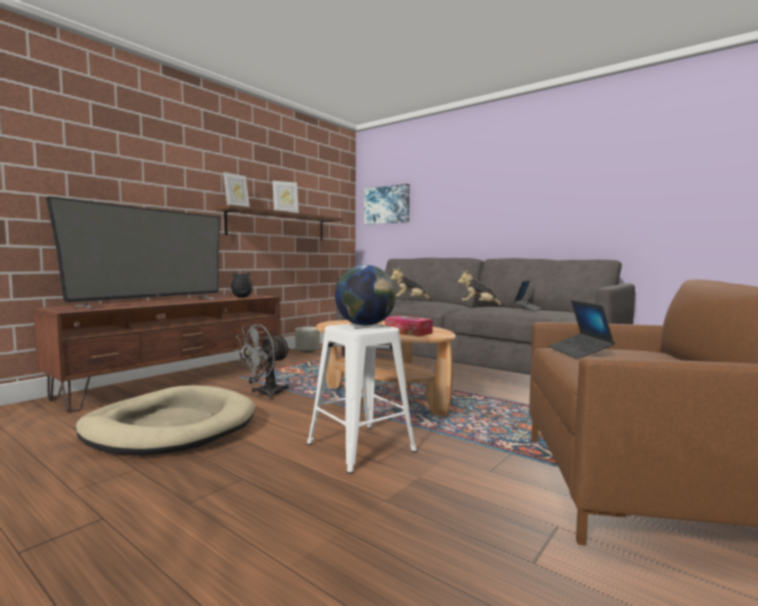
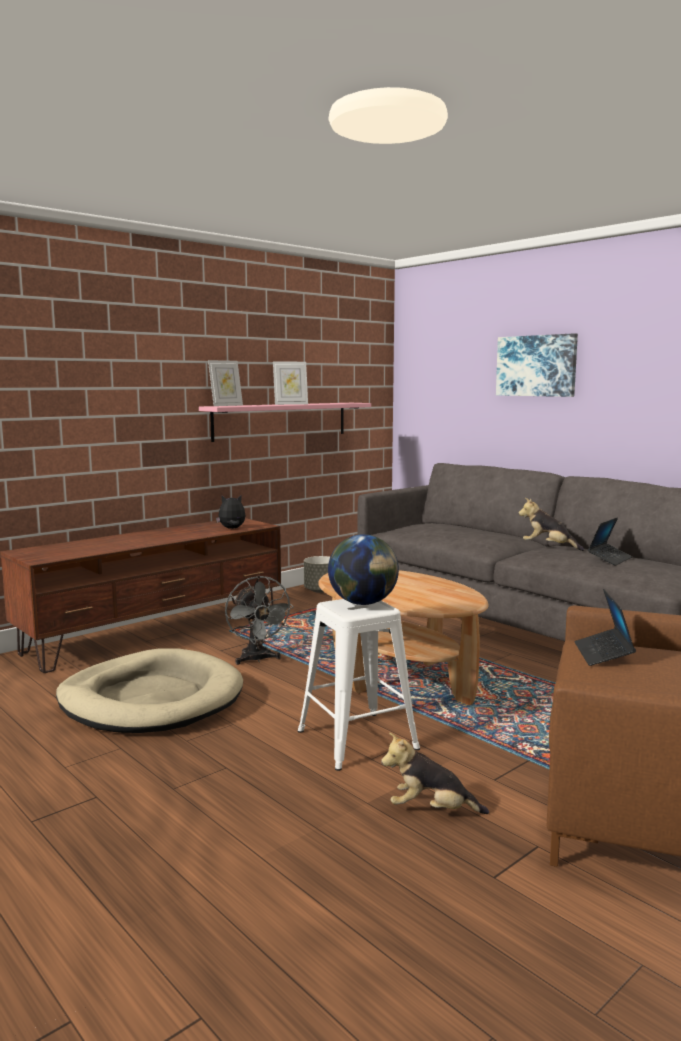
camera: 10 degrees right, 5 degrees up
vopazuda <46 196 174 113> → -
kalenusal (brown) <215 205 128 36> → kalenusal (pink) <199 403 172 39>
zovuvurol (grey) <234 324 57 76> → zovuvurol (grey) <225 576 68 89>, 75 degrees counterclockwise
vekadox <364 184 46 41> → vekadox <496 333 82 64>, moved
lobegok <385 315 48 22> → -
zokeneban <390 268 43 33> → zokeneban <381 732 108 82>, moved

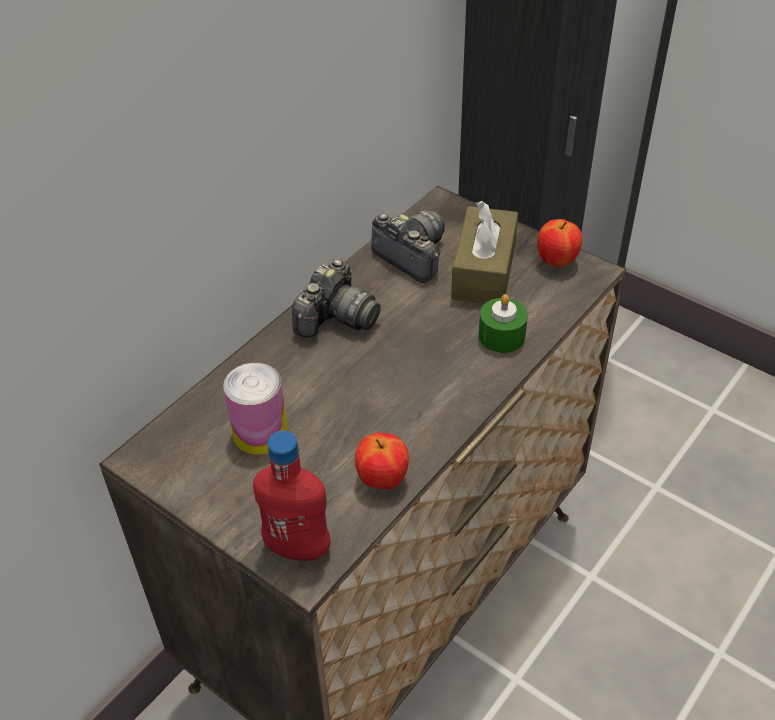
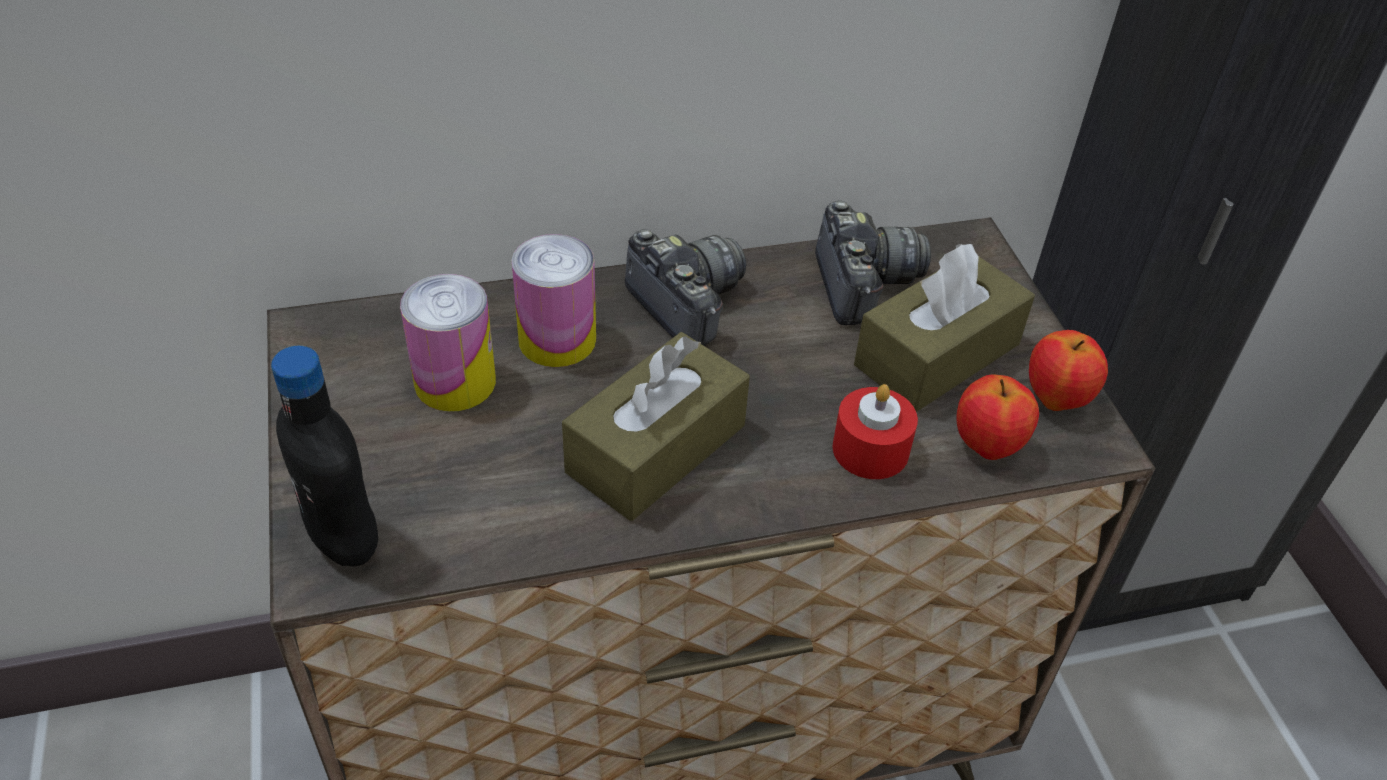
camera: 35 degrees right, 0 degrees up
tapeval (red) <253 431 77 130> → tapeval (black) <271 346 107 220>
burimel <292 259 89 78> → burimel <625 229 121 117>, 105 degrees counterclockwise
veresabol <355 433 54 56> → veresabol <957 375 82 85>, moved
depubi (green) <479 294 49 59> → depubi (red) <832 384 86 95>
- → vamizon <512 234 84 133>
- → lobegok (brown) <562 332 188 189>

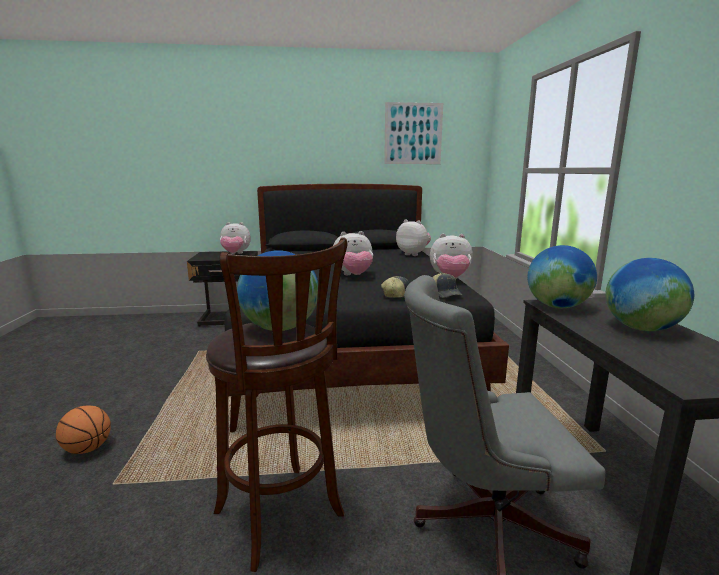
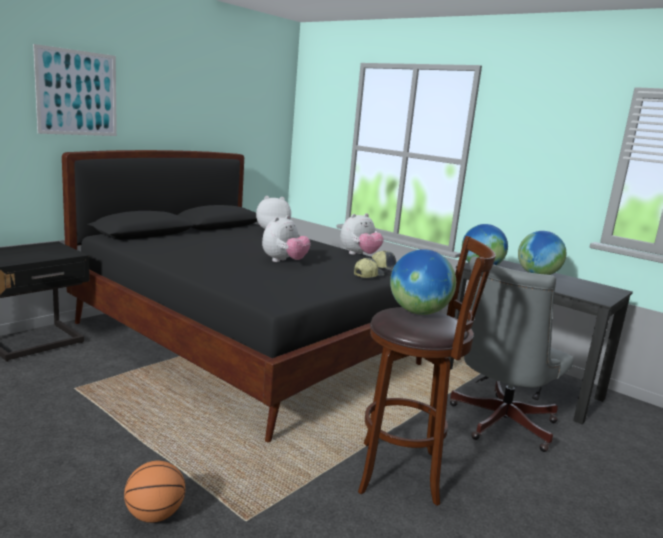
camera: 45 degrees left, 0 degrees up
zokeneban <220 222 31 32> → -
vekadox <384 102 59 62> → vekadox <33 44 84 92>, moved

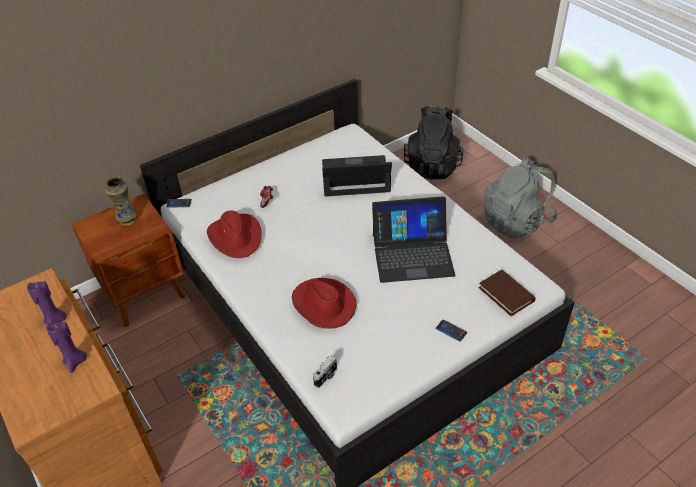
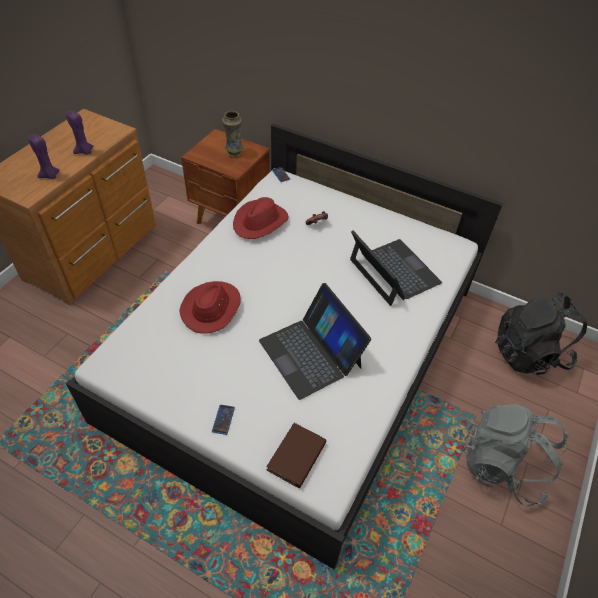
camera: 60 degrees right, 5 degrees up
burimel <313 355 24 33> → -

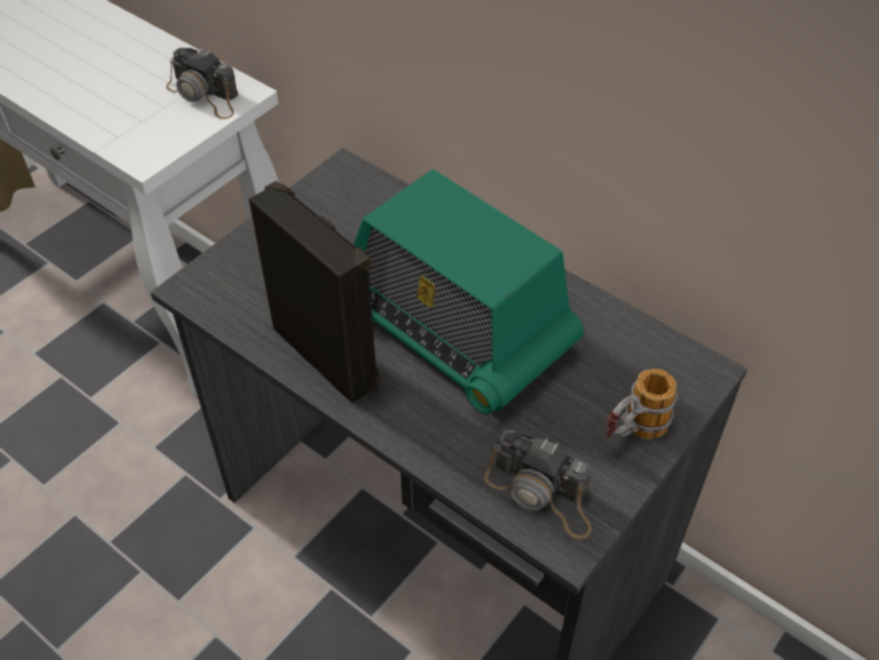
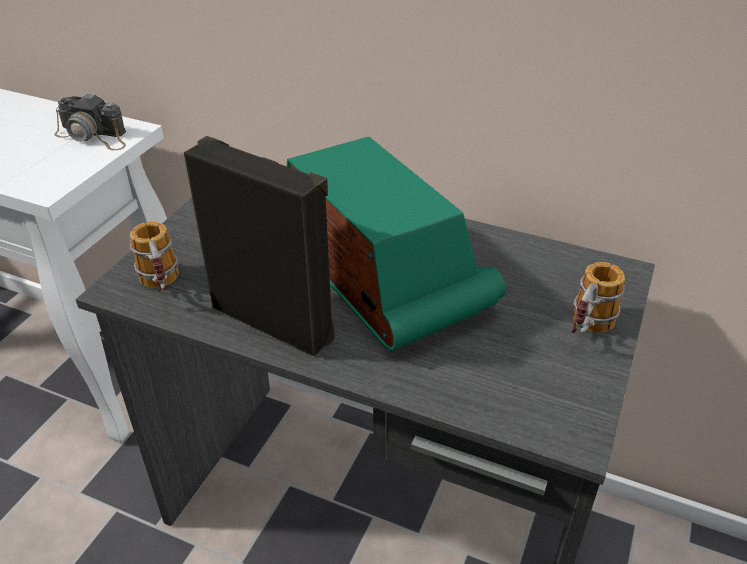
camera: 15 degrees left, 10 degrees down
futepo <353 169 231 246> → futepo <287 137 219 215>, 150 degrees counterclockwise
burimel <484 430 108 109> → -
- → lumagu <130 221 49 71>

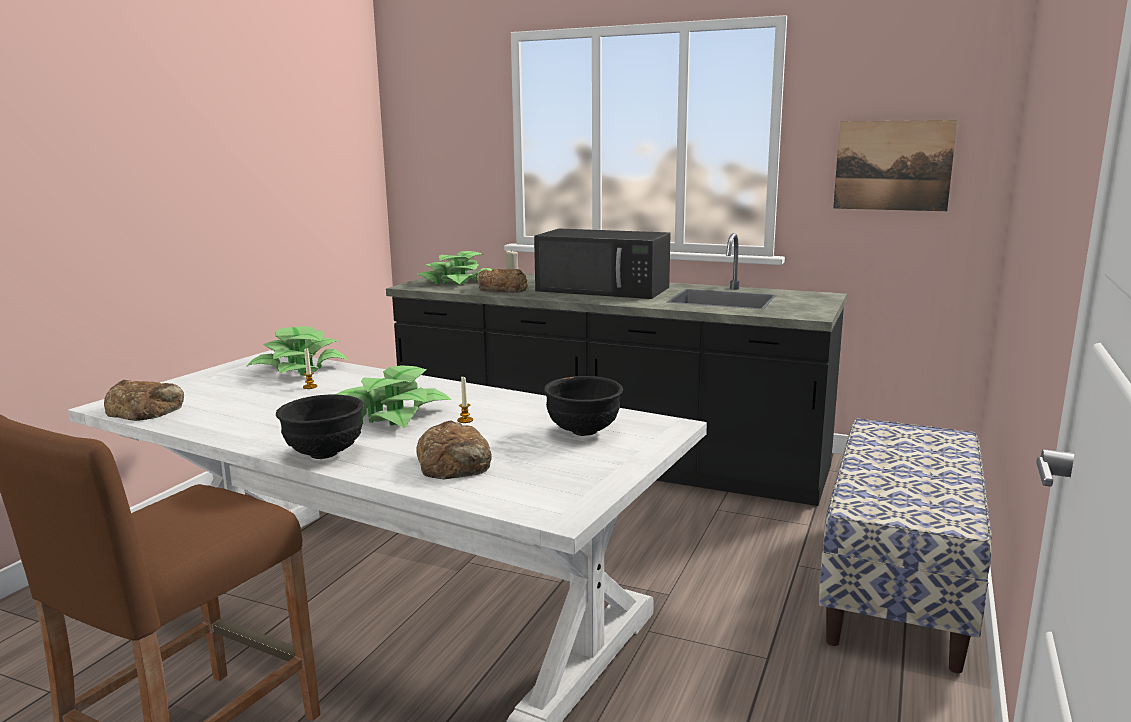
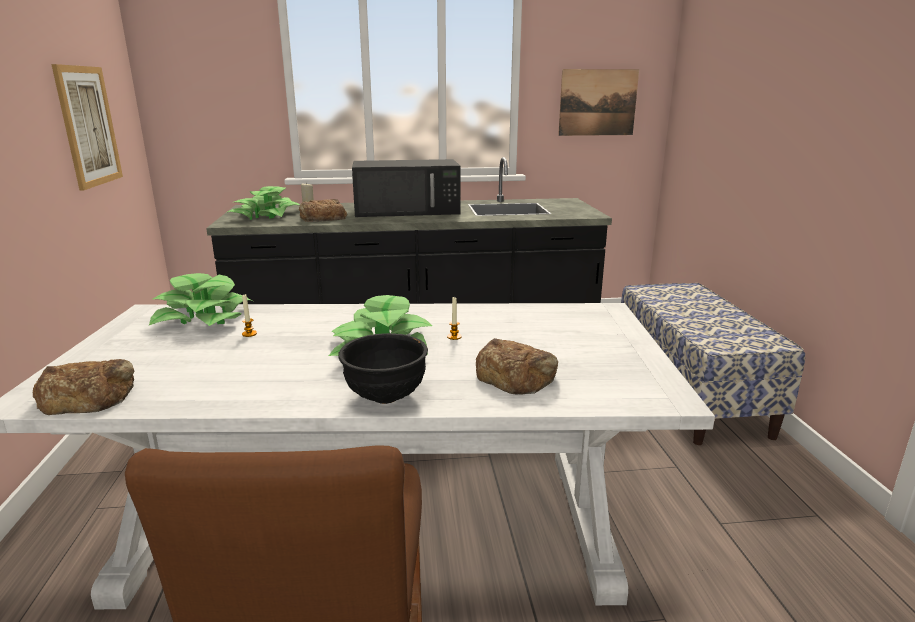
camera: 30 degrees left, 5 degrees up
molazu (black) <544 376 79 60> → -
- → vekadox <51 64 72 127>

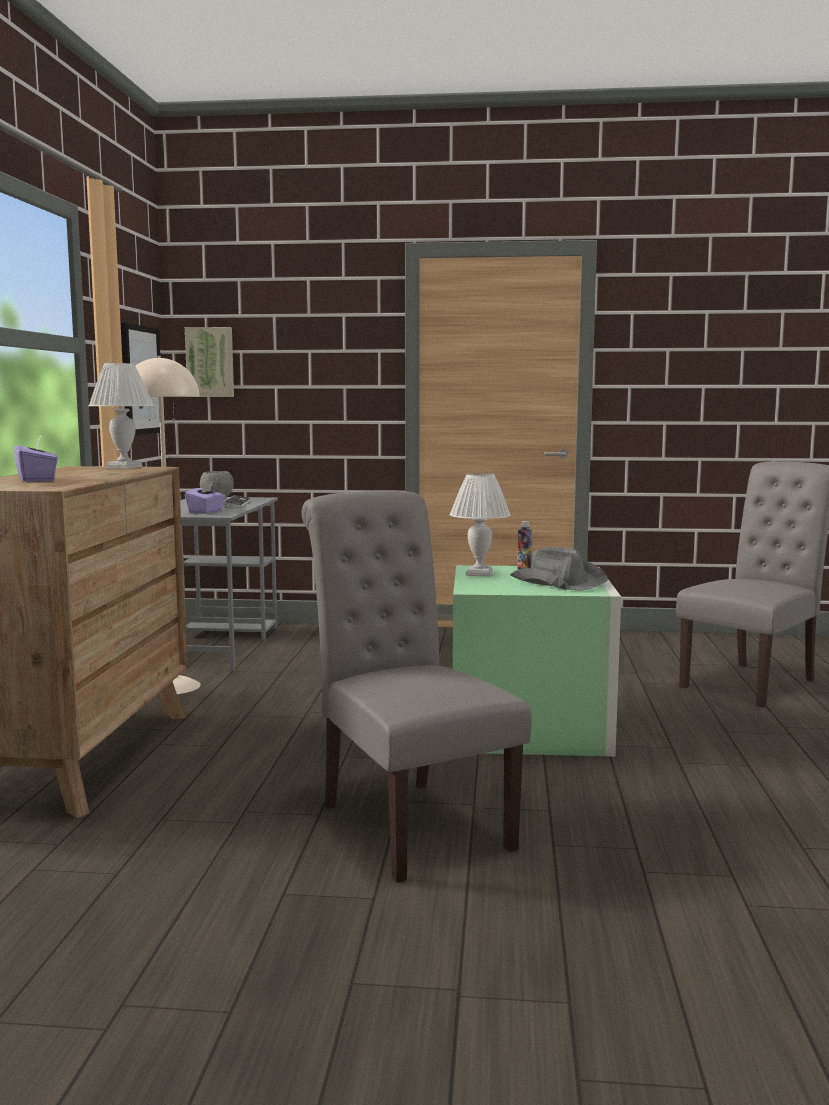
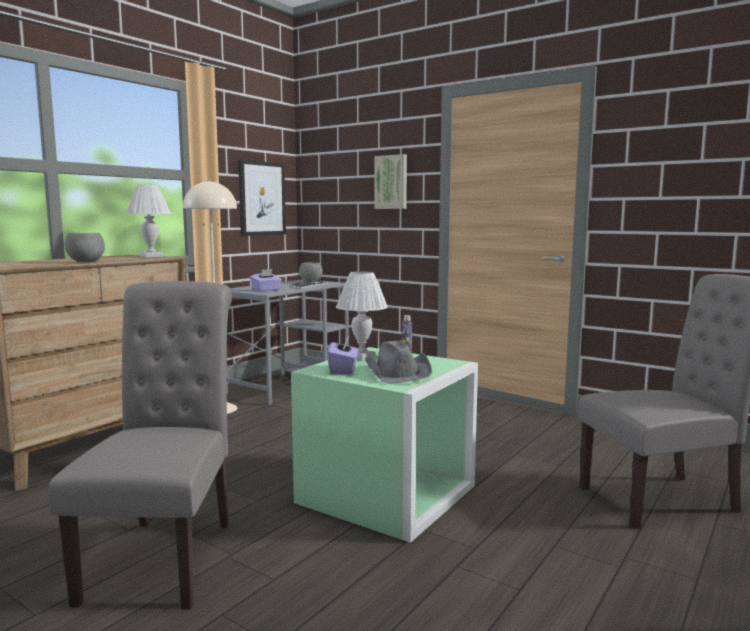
camera: 30 degrees right, 0 degrees up
lobegok (purple) <14 435 44 47> → lobegok (purple) <327 335 32 39>, moved
vekadox <185 327 49 70> → vekadox <374 154 33 55>, moved
- → molazu (grey) <65 232 40 30>

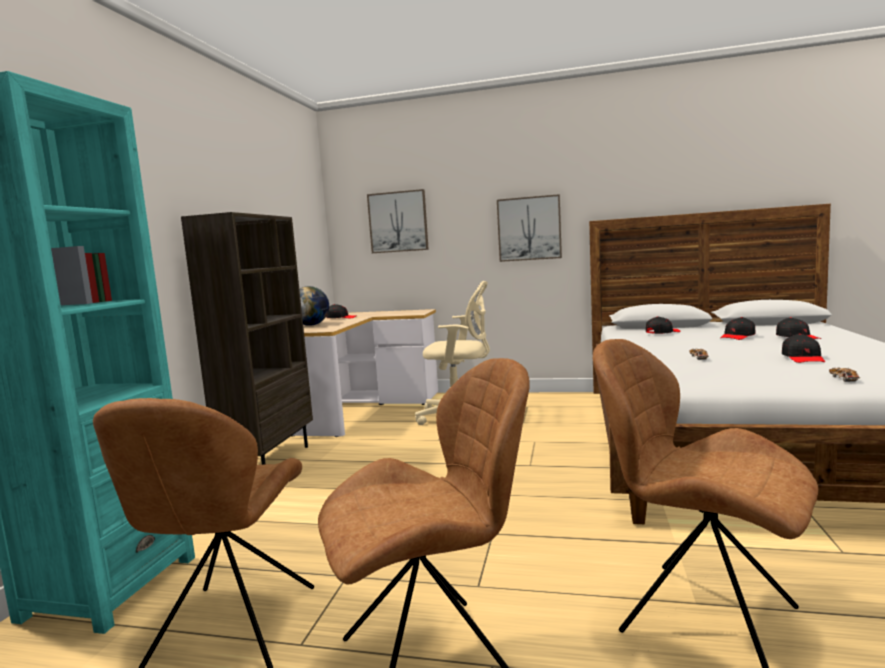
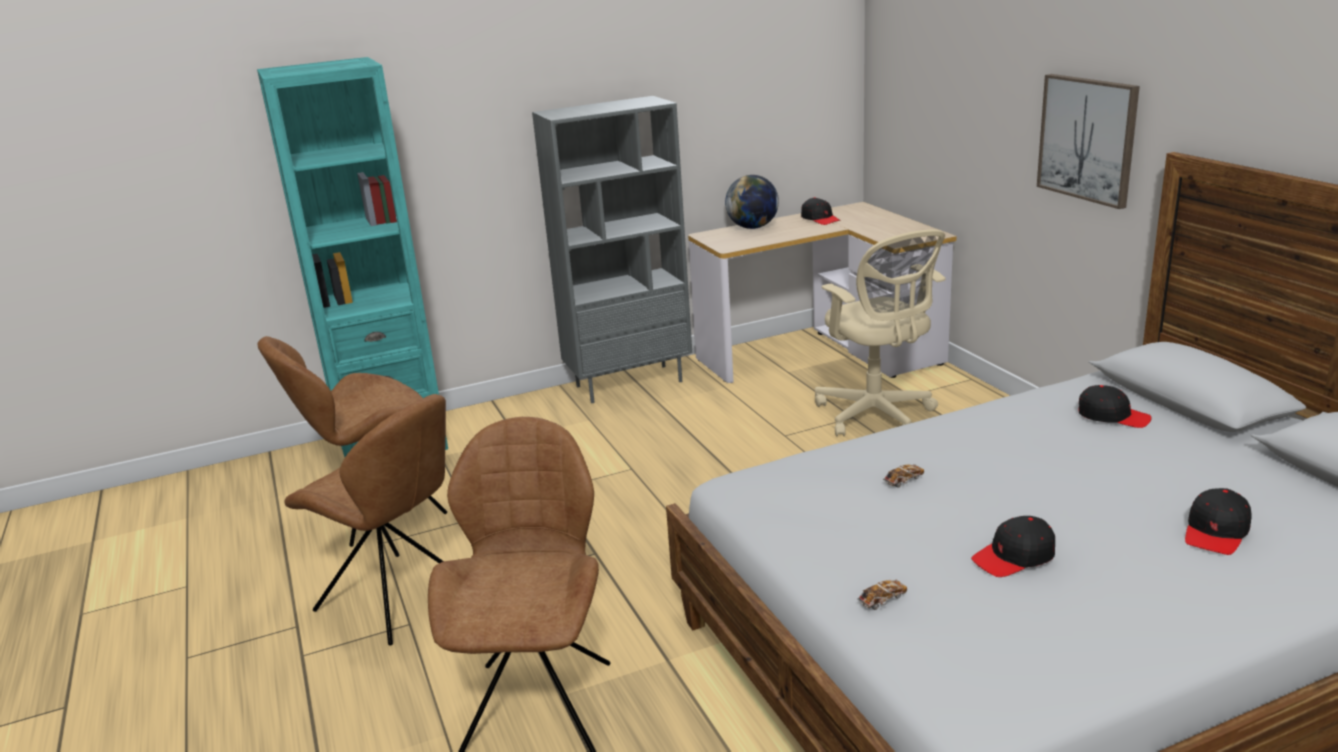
camera: 55 degrees right, 15 degrees up
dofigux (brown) <181 212 132 253> → dofigux (grey) <532 96 160 307>
vekadox <367 189 62 64> → -
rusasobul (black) <720 317 35 23> → -

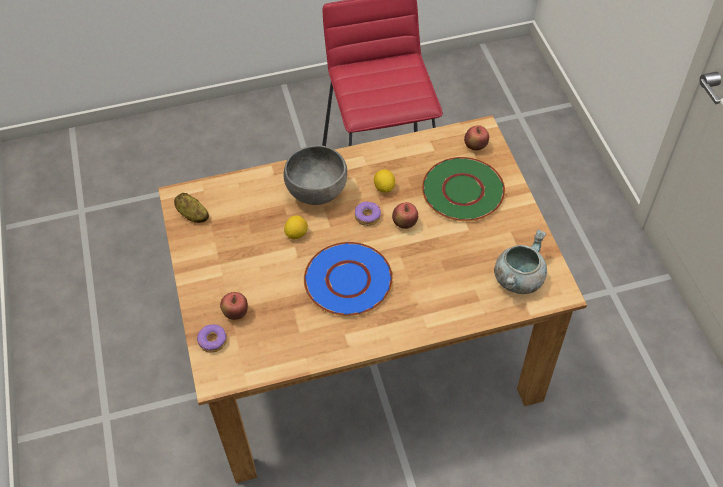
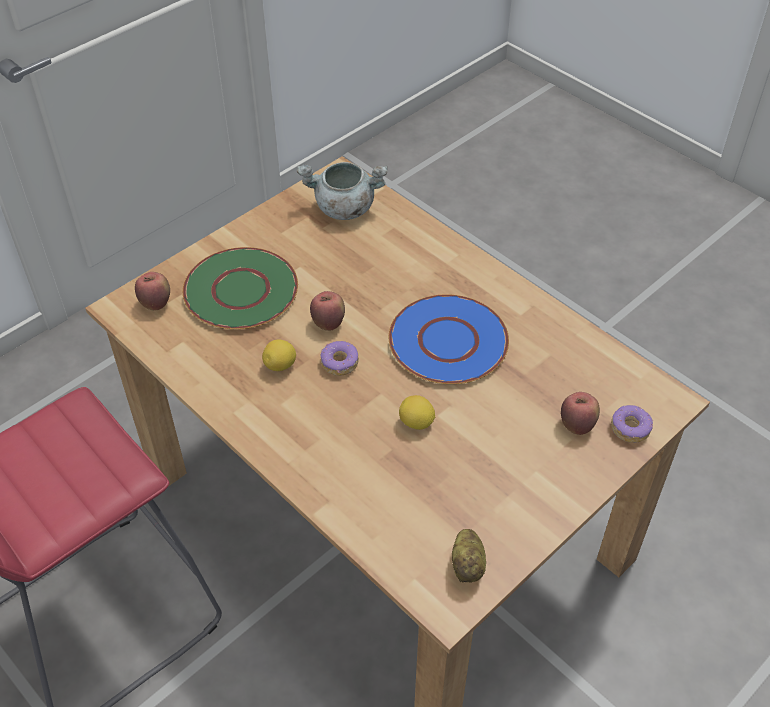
camera: 120 degrees left, 5 degrees down
molazu (grey) <283 145 64 60> → -

